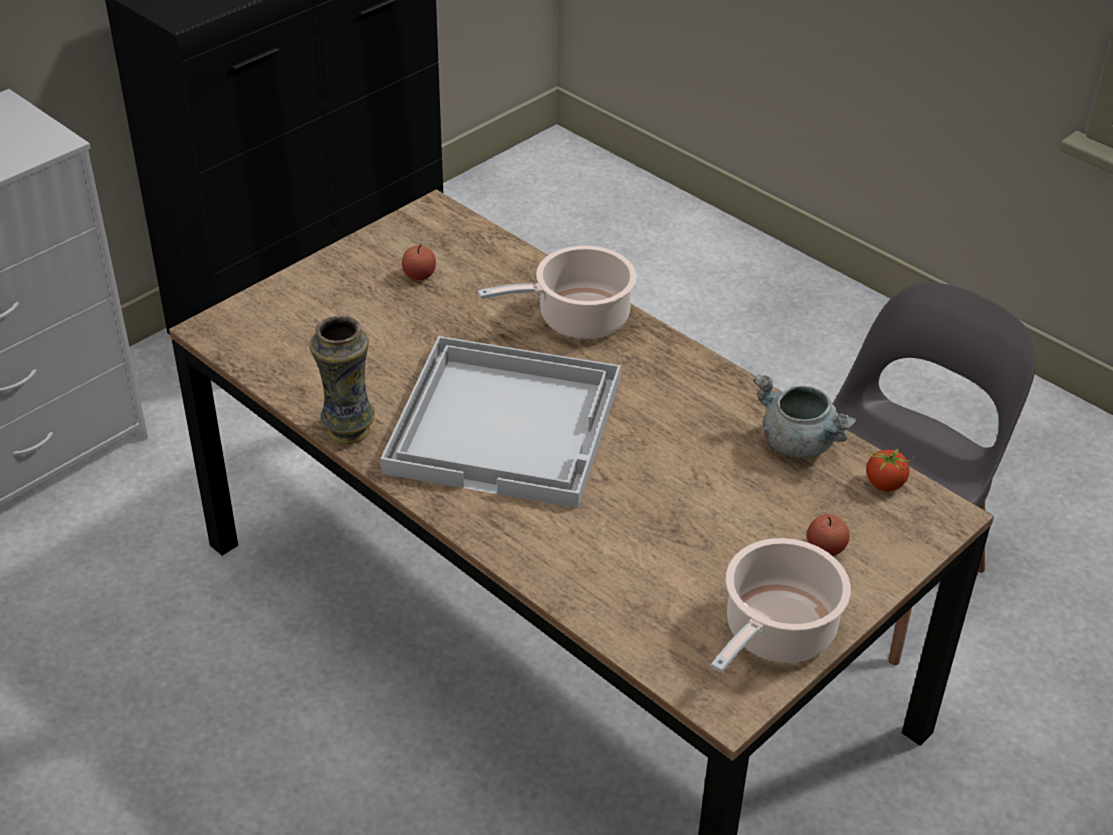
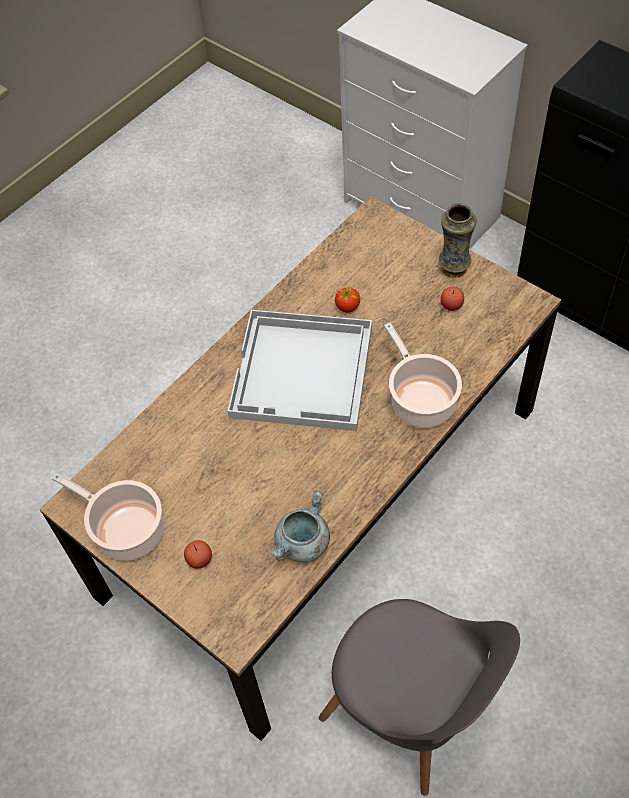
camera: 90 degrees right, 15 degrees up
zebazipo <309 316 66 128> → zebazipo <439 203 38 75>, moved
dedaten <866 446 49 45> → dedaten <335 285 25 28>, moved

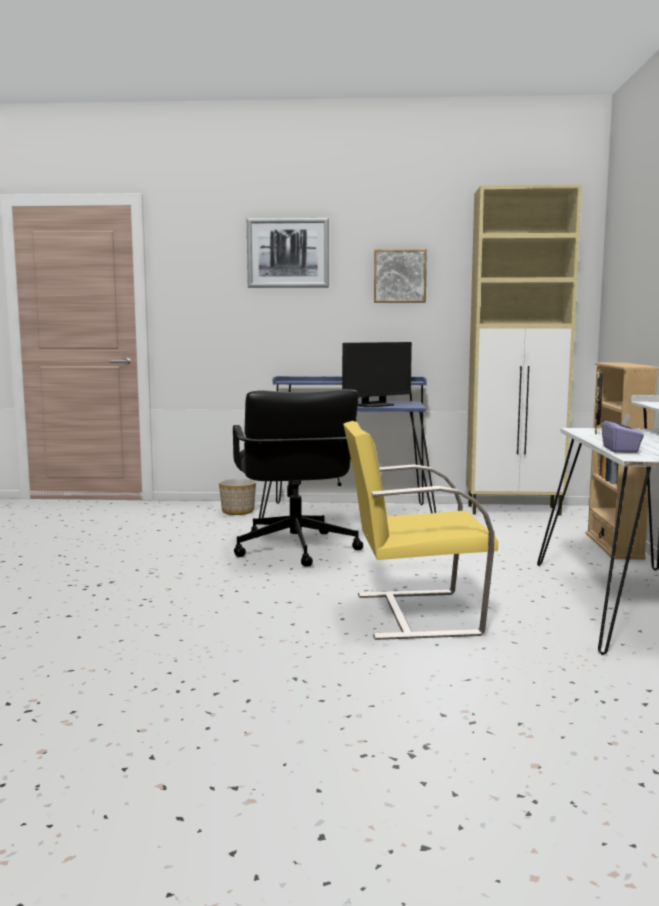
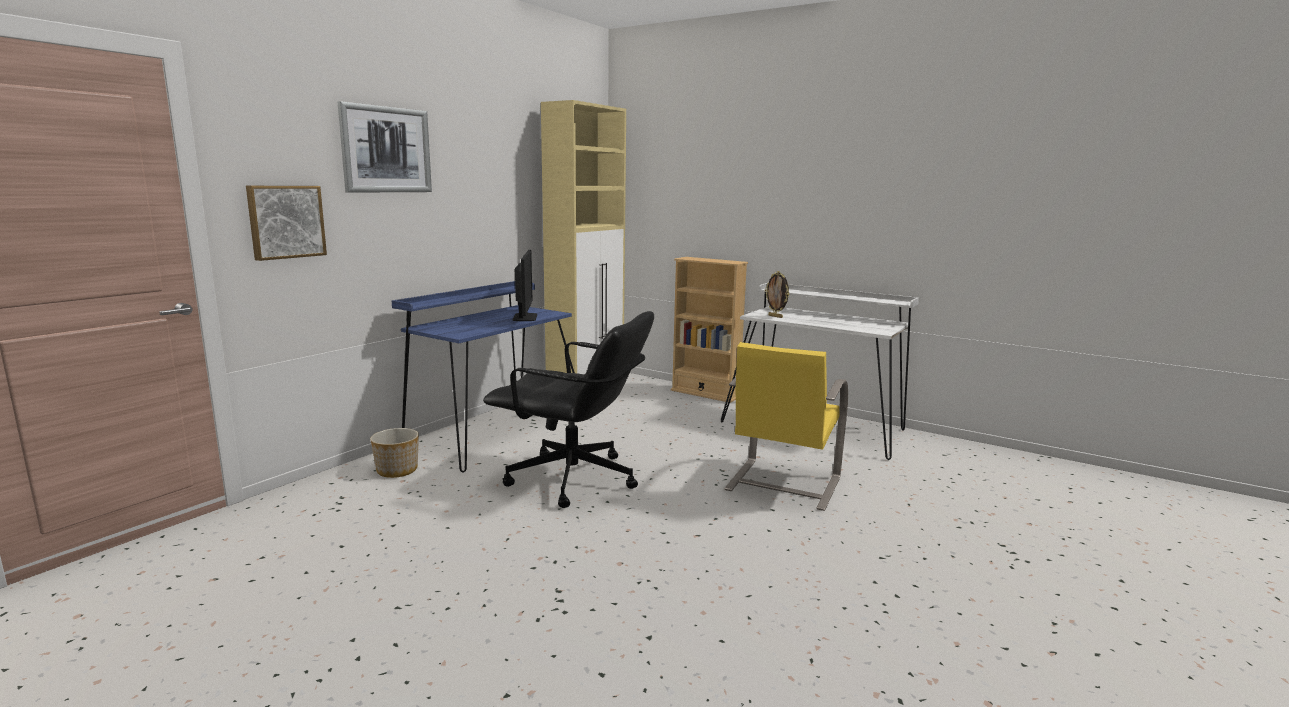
camera: 60 degrees left, 5 degrees up
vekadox <374 249 53 54> → vekadox <246 186 81 75>, moved
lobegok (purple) <602 413 42 40> → -

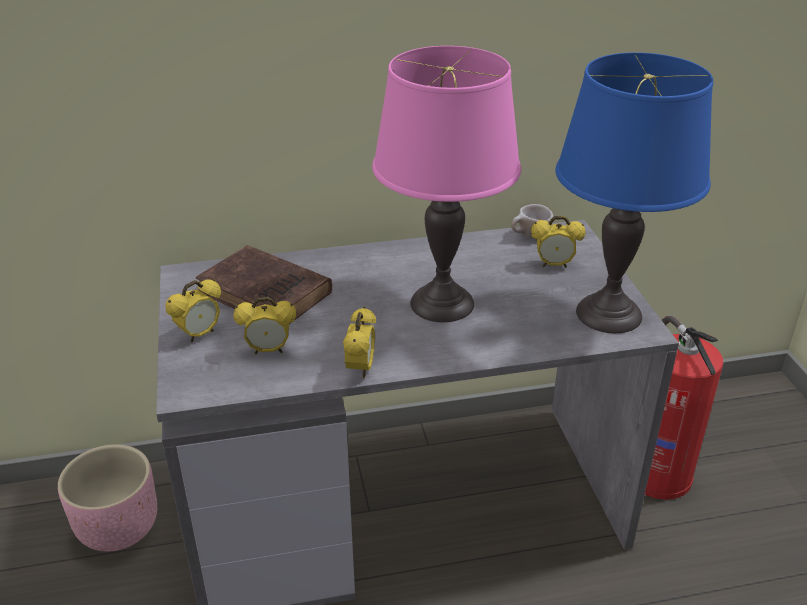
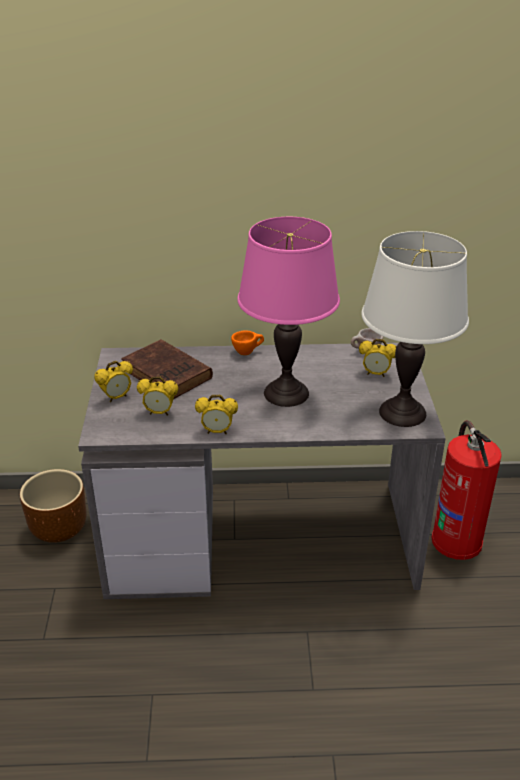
camera: 10 degrees right, 0 degrees up
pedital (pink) <58 444 99 107> → pedital (brown) <20 469 67 74>
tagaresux <343 307 33 71> → tagaresux <195 395 43 39>, 75 degrees clockwise
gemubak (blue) <556 52 157 281> → gemubak (white) <361 231 108 196>
- → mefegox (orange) <231 331 33 24>

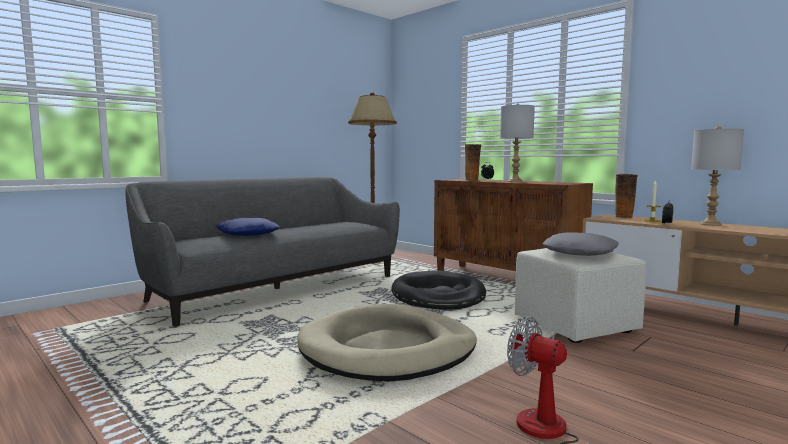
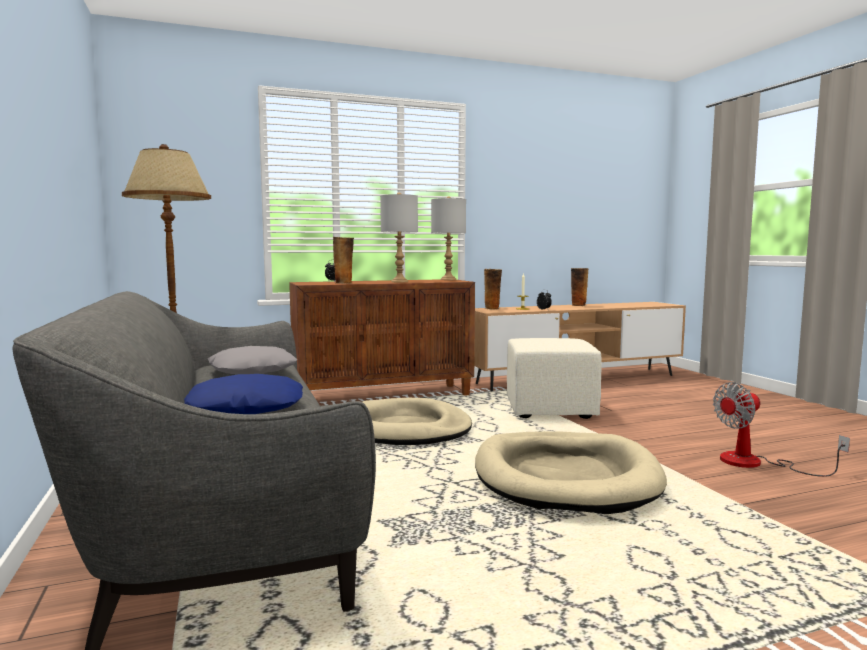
camera: 65 degrees left, 0 degrees up
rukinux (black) <391 270 95 40> → rukinux (beige) <362 398 110 47>
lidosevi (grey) <542 233 77 23> → lidosevi (grey) <208 346 89 28>, moved
gemubak (grey) <691 126 53 100> → gemubak (grey) <431 196 35 84>, moved
- → zebazipo <571 268 18 38>

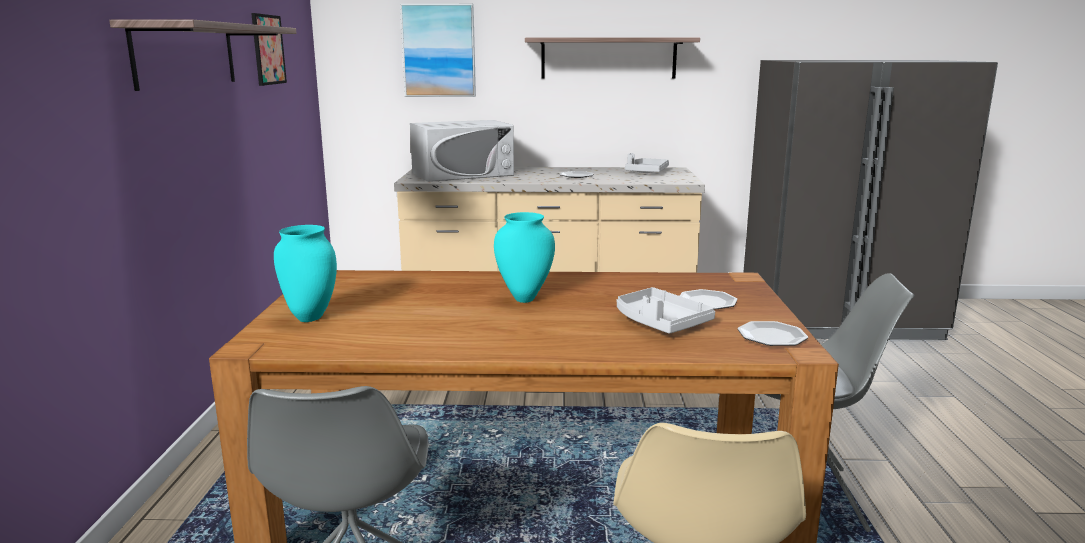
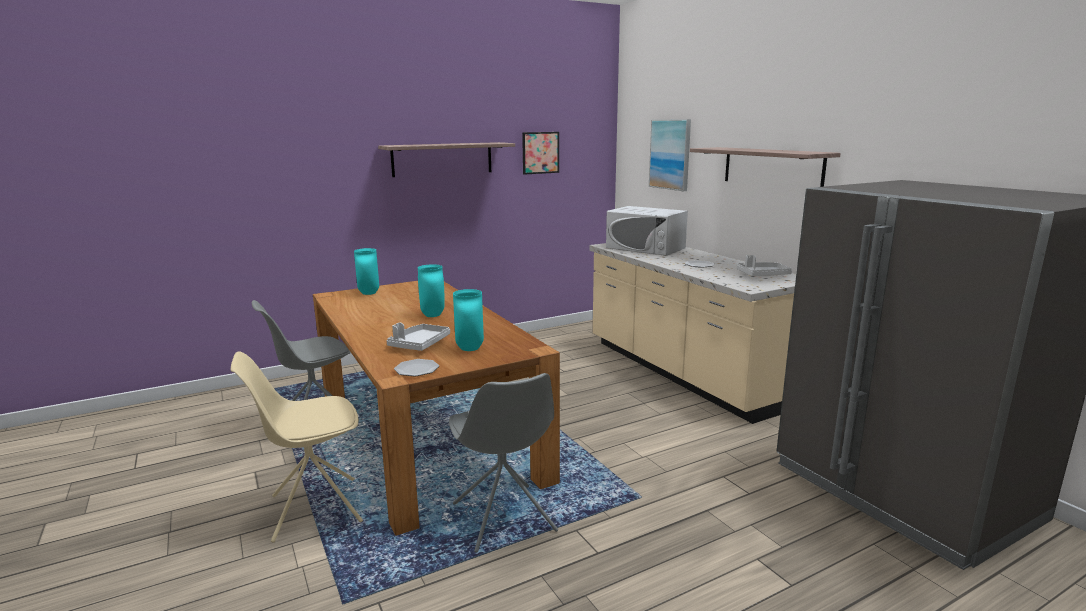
camera: 60 degrees right, 0 degrees up
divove <680 289 58 21> → zebazipo (turquoise) <453 289 31 62>

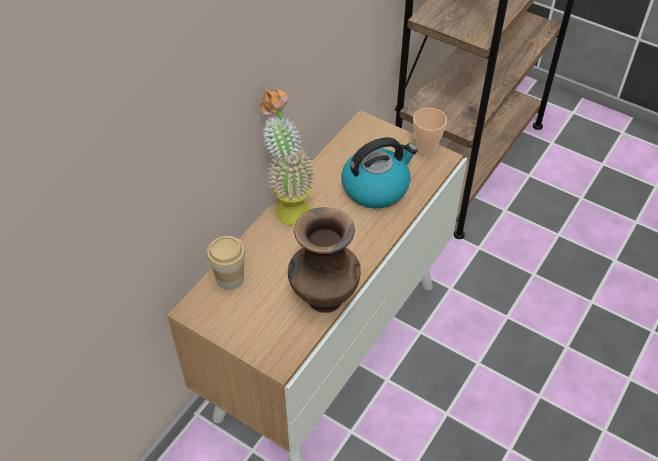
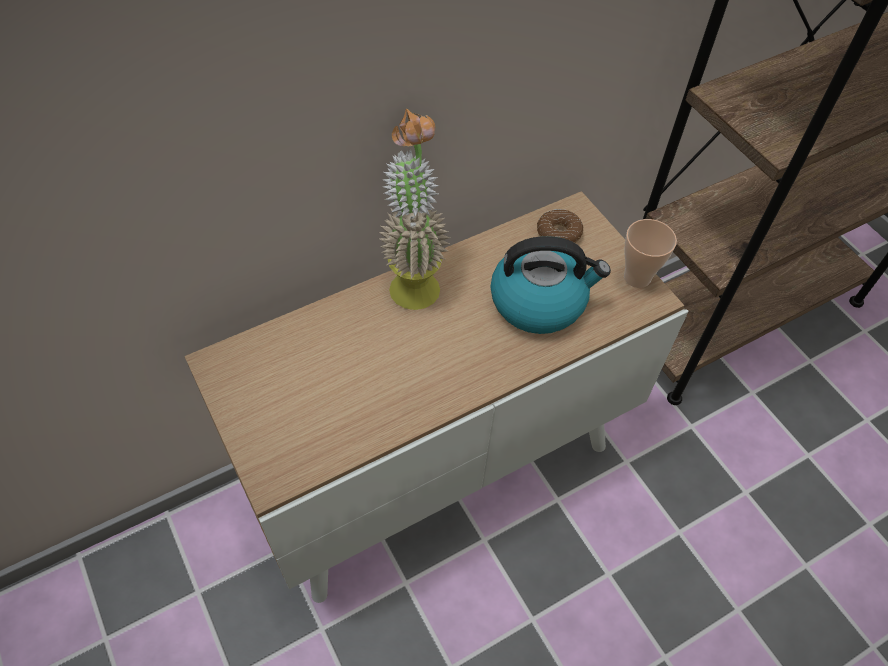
camera: 25 degrees right, 5 degrees up
mefegox <207 236 39 54> → -
zebazipo (brown) <288 207 73 106> → -
- → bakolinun <537 209 46 34>

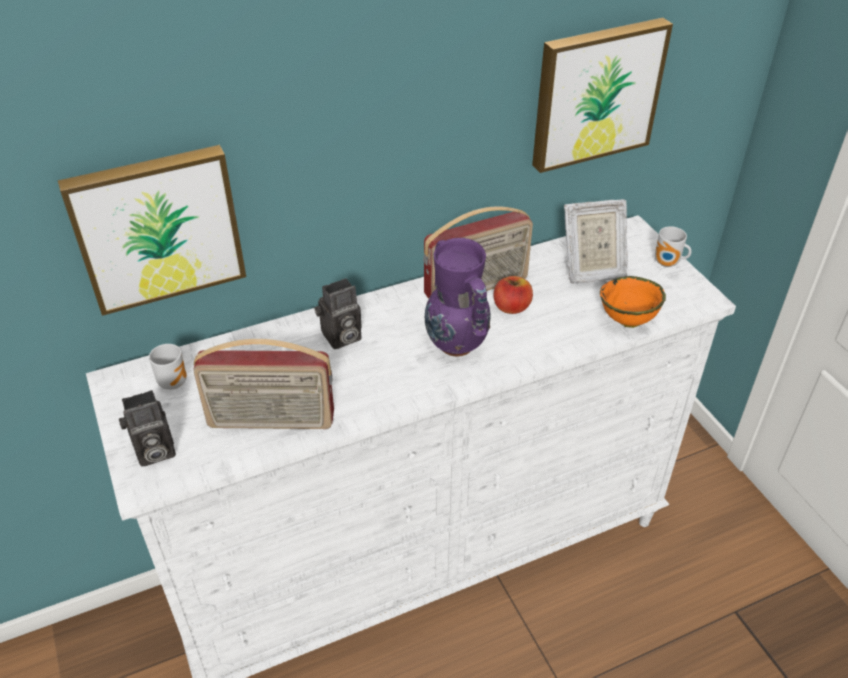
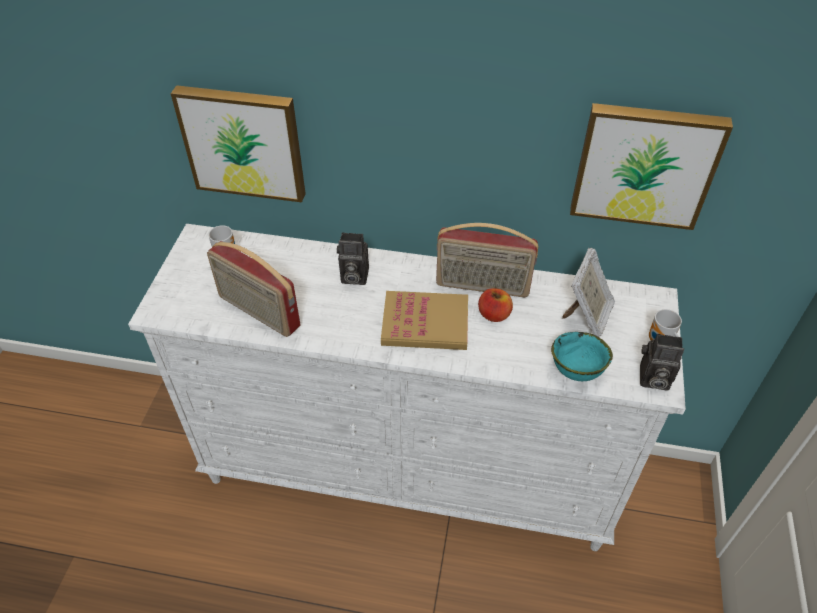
camera: 35 degrees right, 5 degrees up
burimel <119 390 57 77> → burimel <640 334 44 57>, moved
zebazipo (purple) <425 238 65 119> → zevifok <381 291 87 59>
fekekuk <564 199 64 84> → fekekuk <562 248 53 89>, 90 degrees counterclockwise
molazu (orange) <600 276 66 52> → molazu (turquoise) <551 332 62 49>

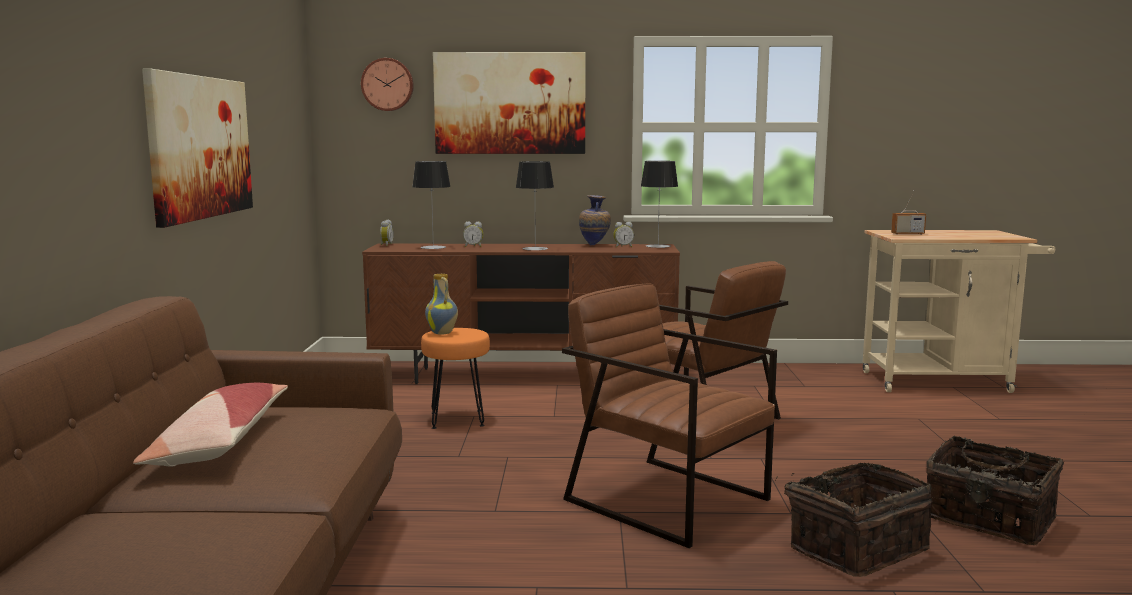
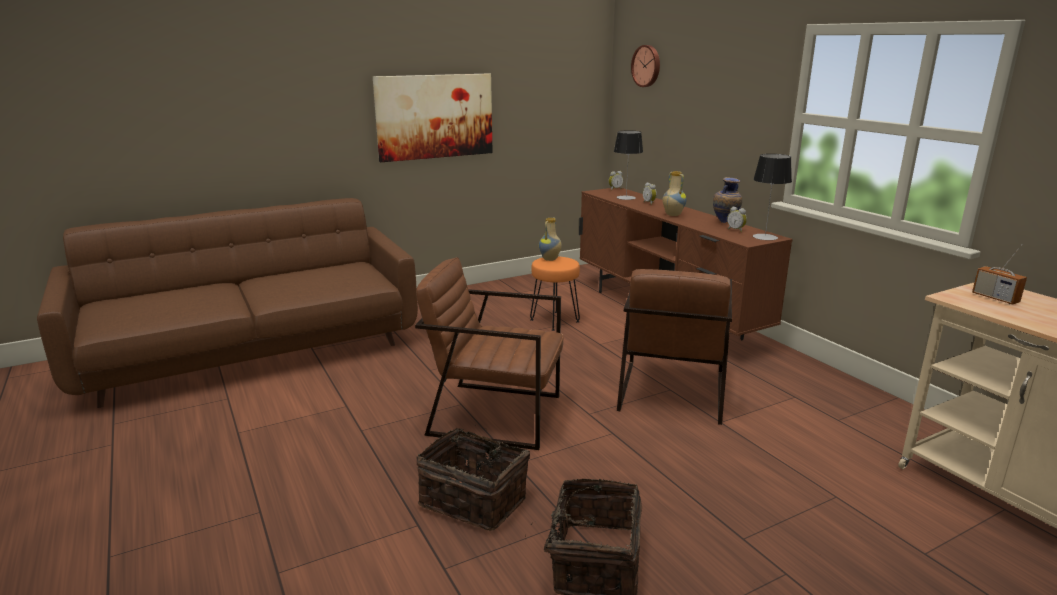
camera: 60 degrees right, 10 degrees up
lidosevi <133 383 155 83> → -
vekadox <433 52 153 102> → -
gemubak <516 161 38 89> → zebazipo <662 171 25 45>
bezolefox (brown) <562 284 215 264> → bezolefox (brown) <415 257 149 193>, 90 degrees counterclockwise

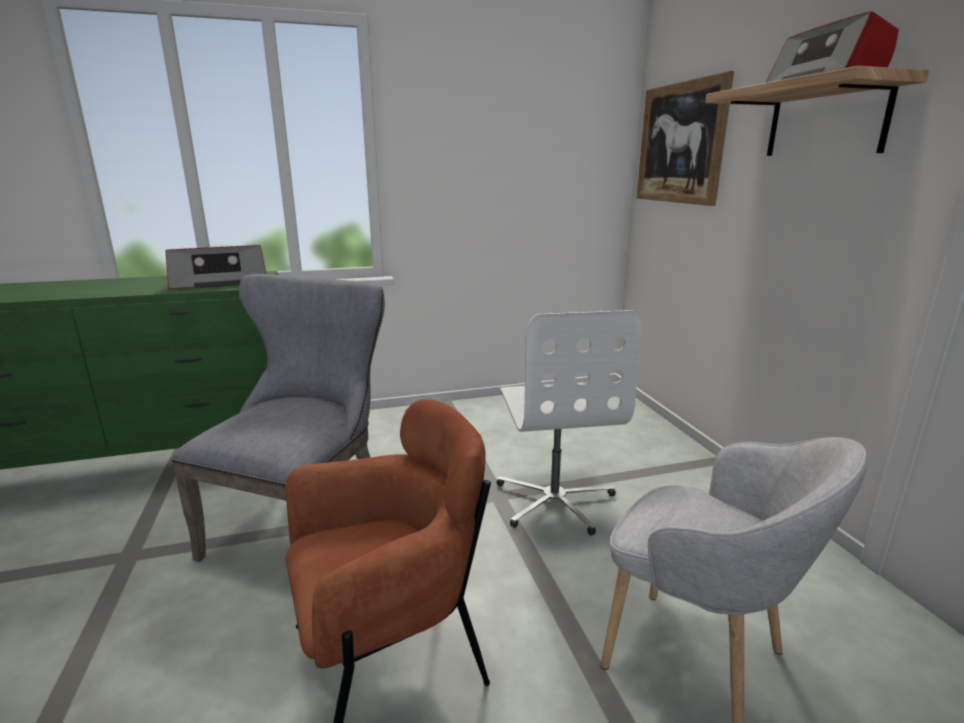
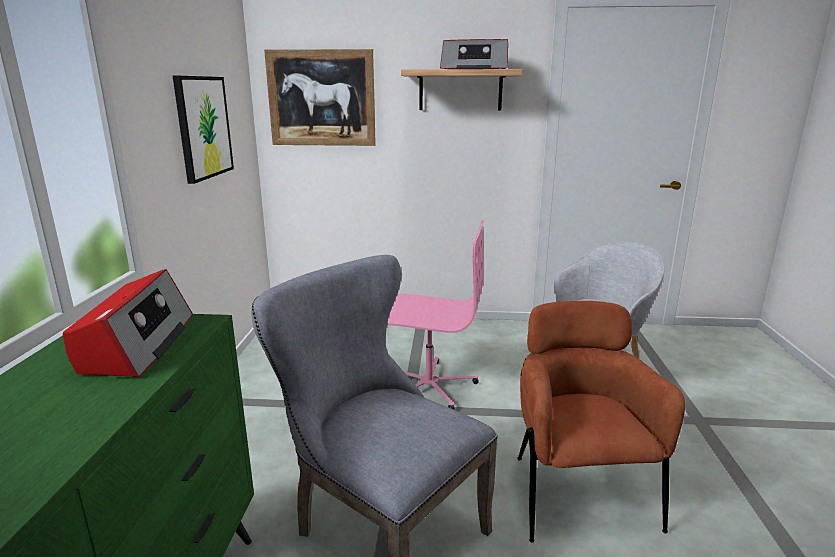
camera: 70 degrees left, 0 degrees up
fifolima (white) <497 310 144 226> → fifolima (pink) <387 220 97 190>
- → vekadox <173 76 61 108>

